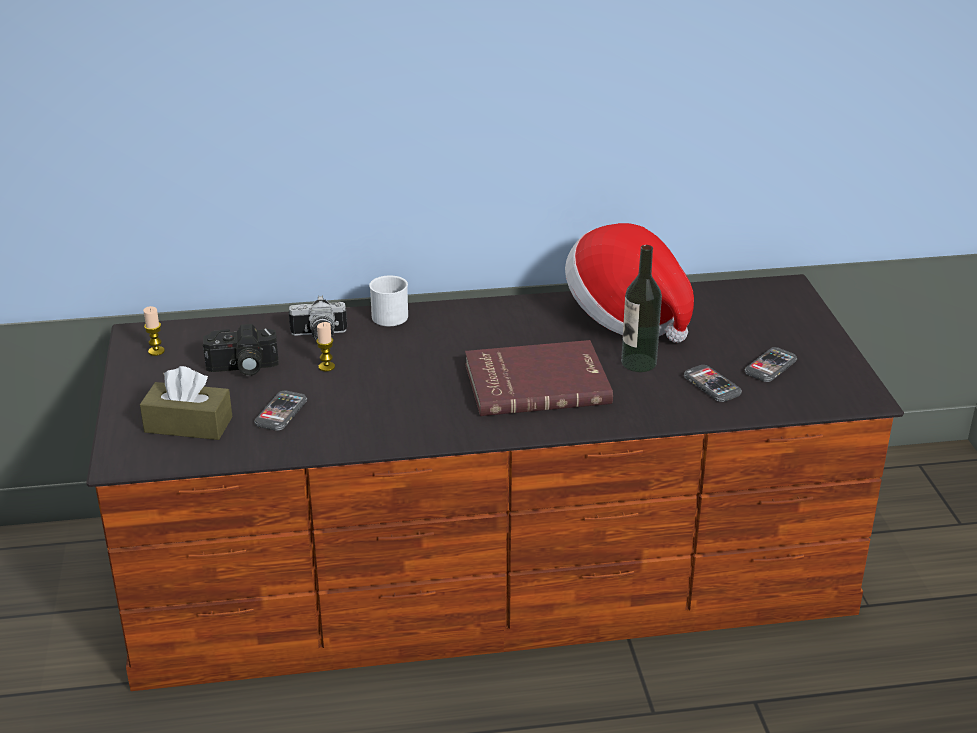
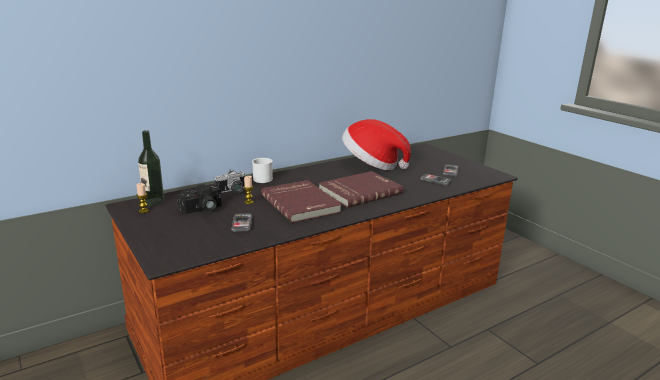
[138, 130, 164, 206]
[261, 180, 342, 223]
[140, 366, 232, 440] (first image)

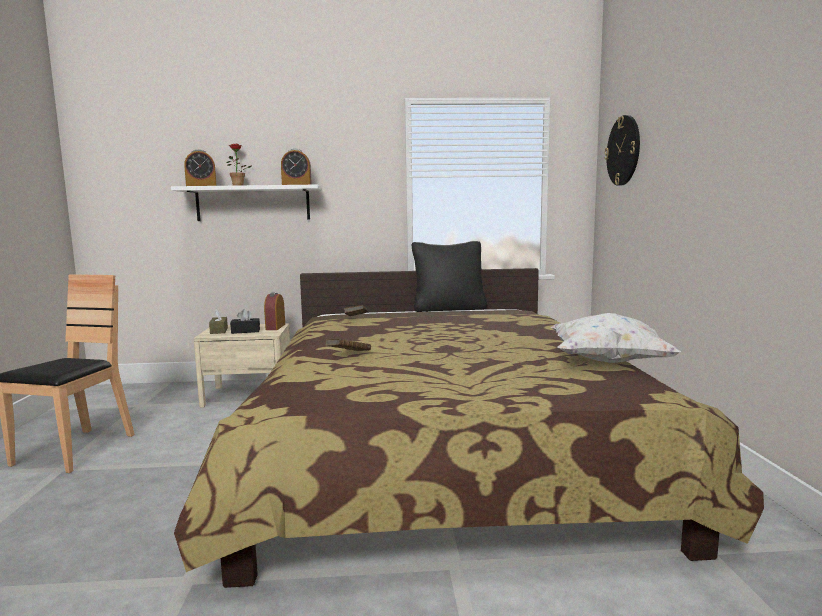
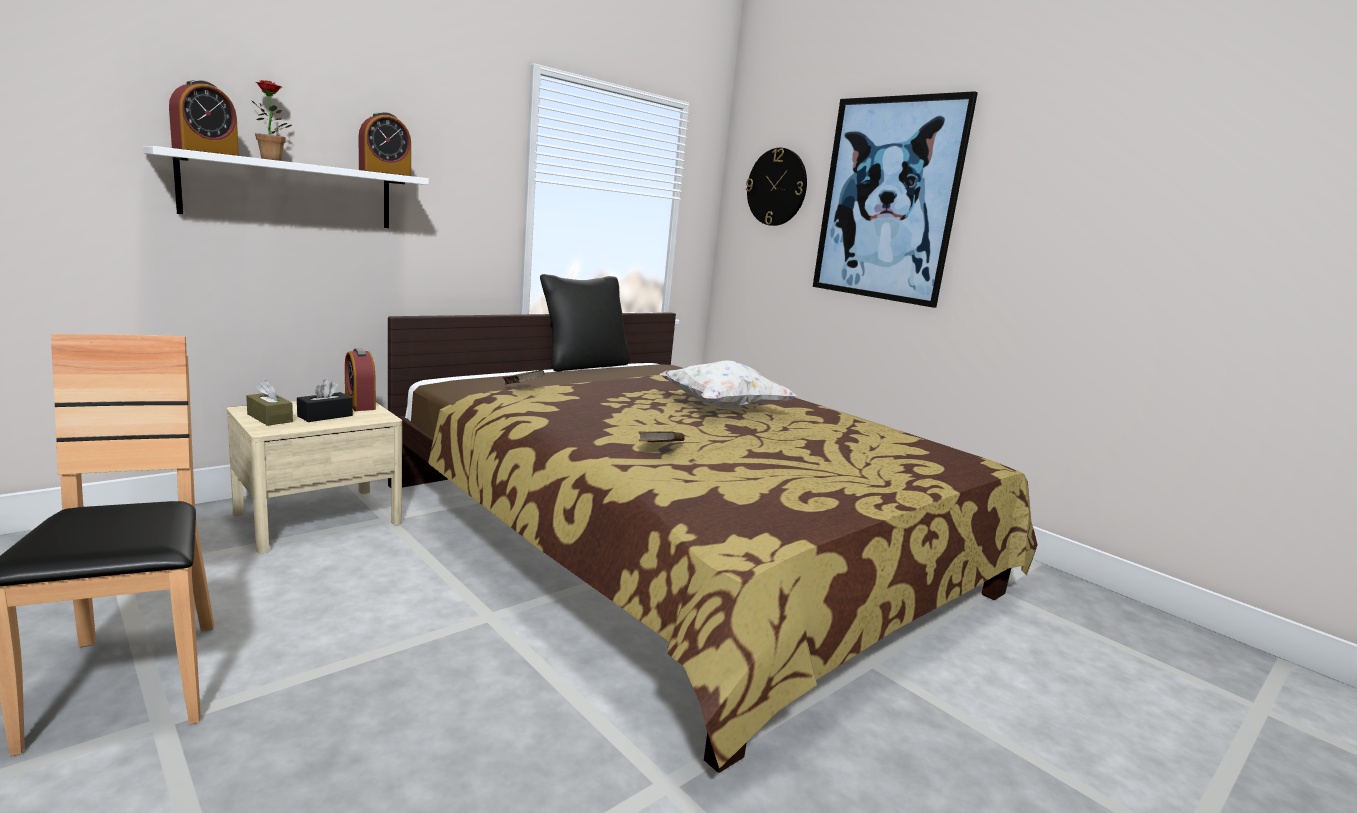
[660, 360, 797, 409]
[813, 91, 978, 308]

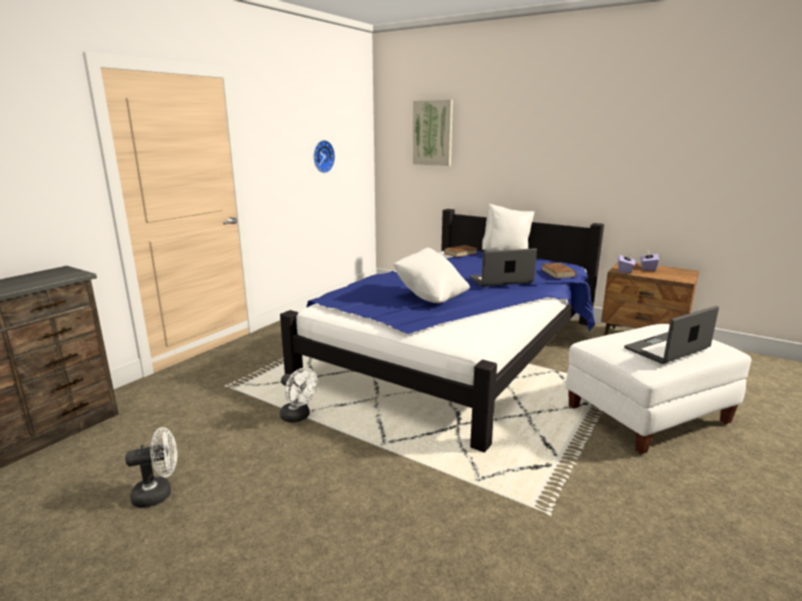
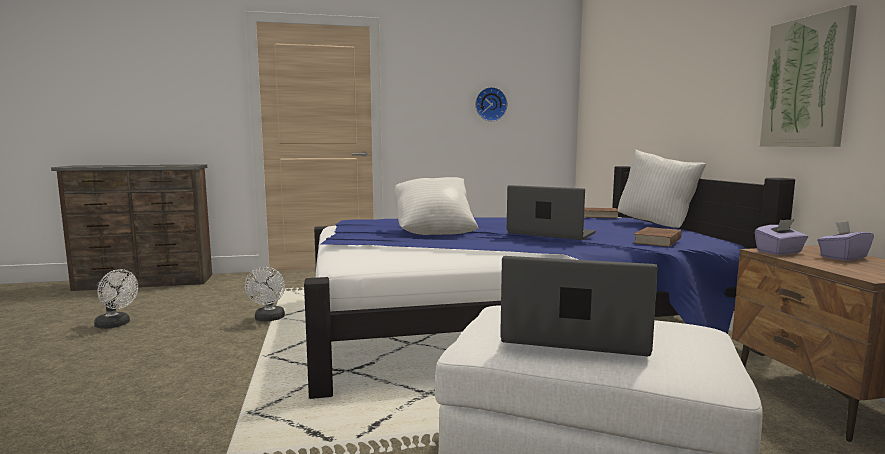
[760, 5, 857, 147]

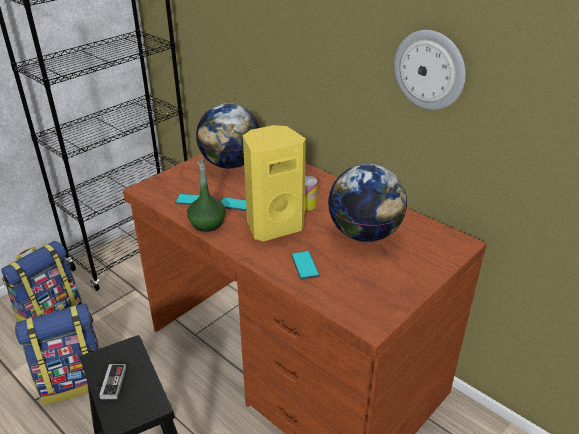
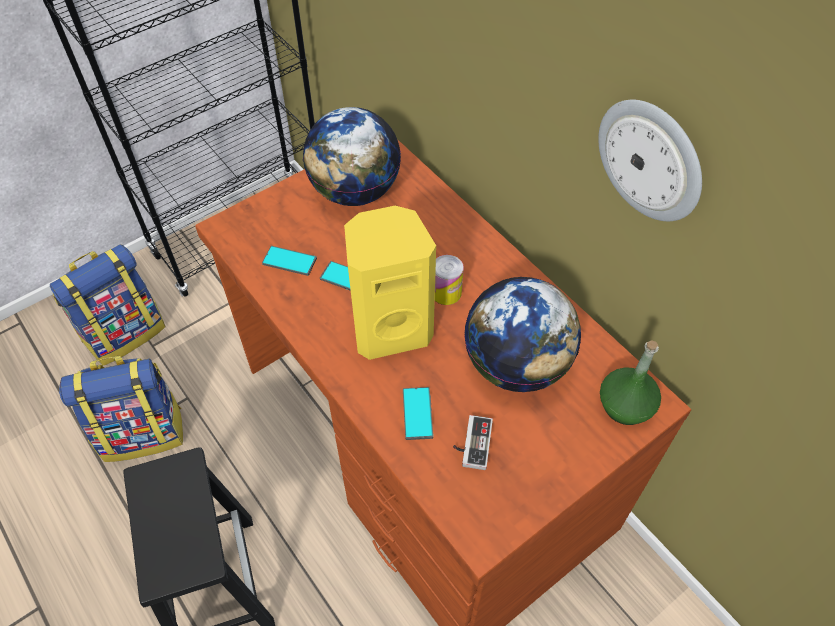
[453, 415, 493, 470]
[600, 340, 661, 425]

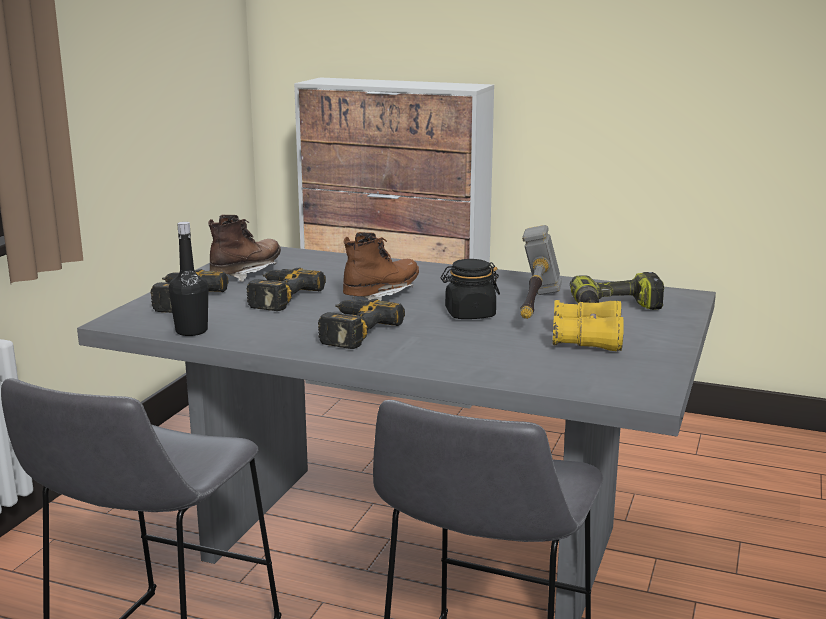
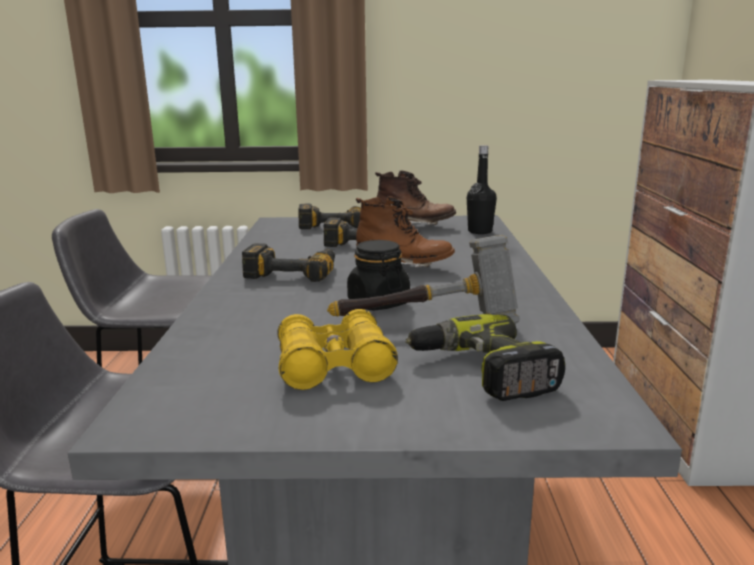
[467, 145, 497, 234]

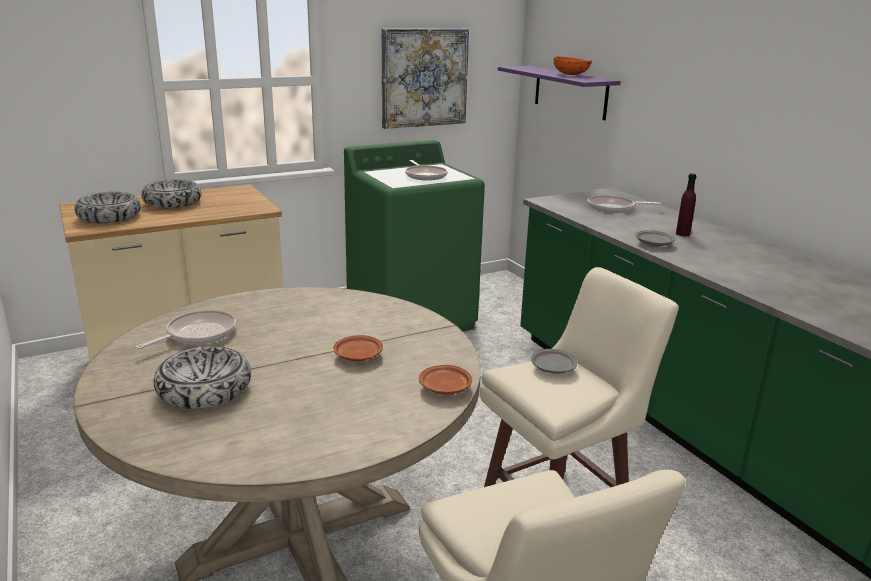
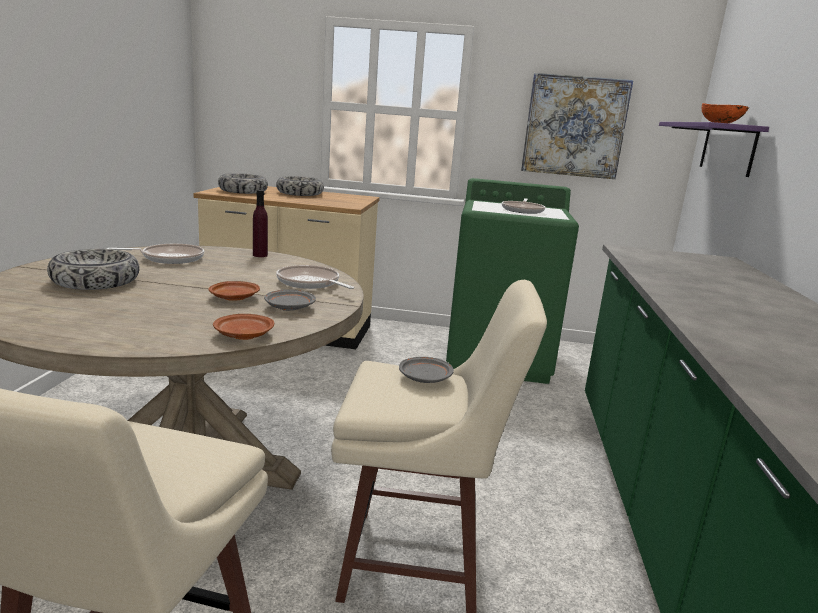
[253, 190, 268, 257]
[264, 289, 316, 311]
[276, 265, 354, 289]

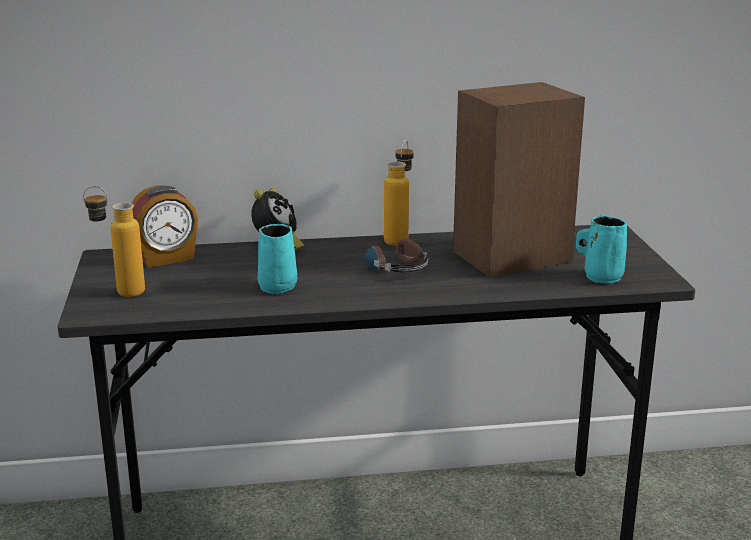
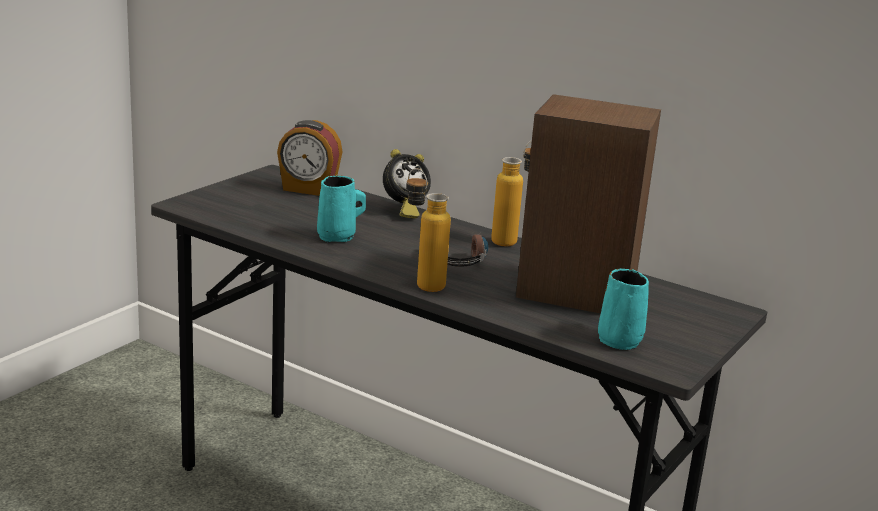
[406, 168, 451, 292]

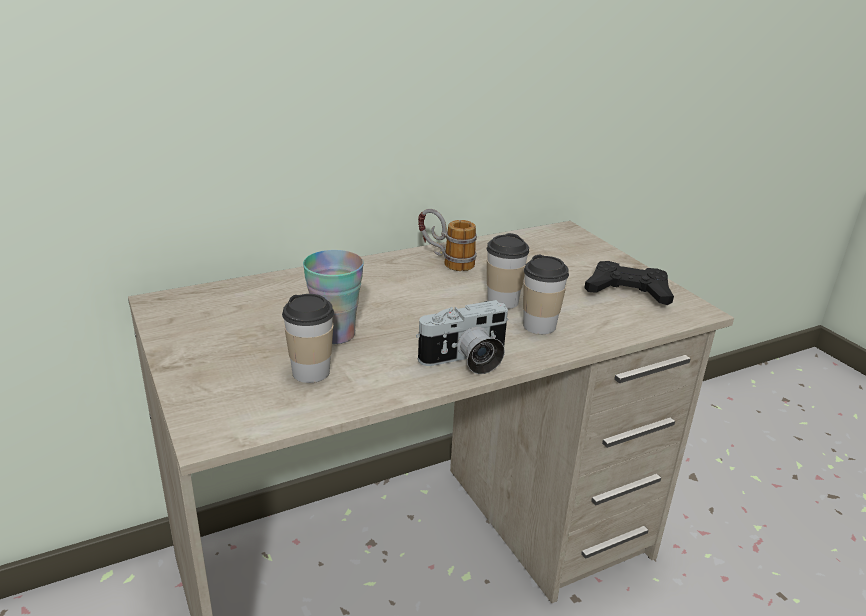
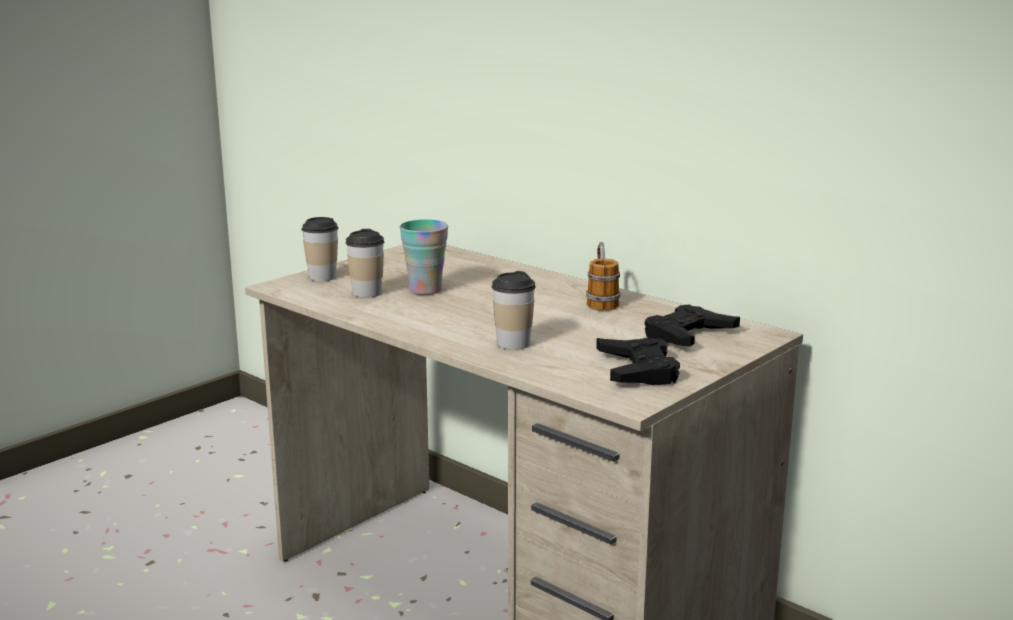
[301, 217, 338, 281]
[645, 304, 740, 347]
[416, 300, 508, 374] (first image)

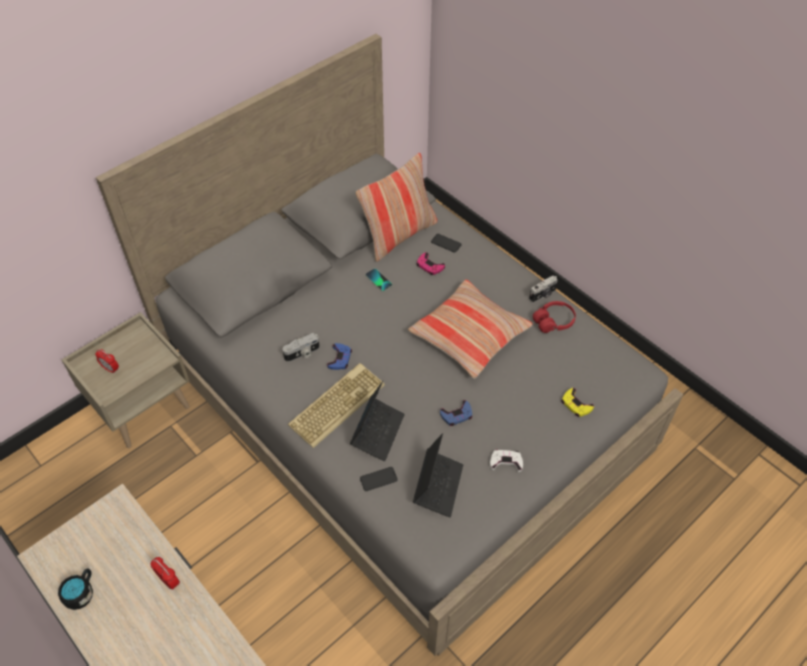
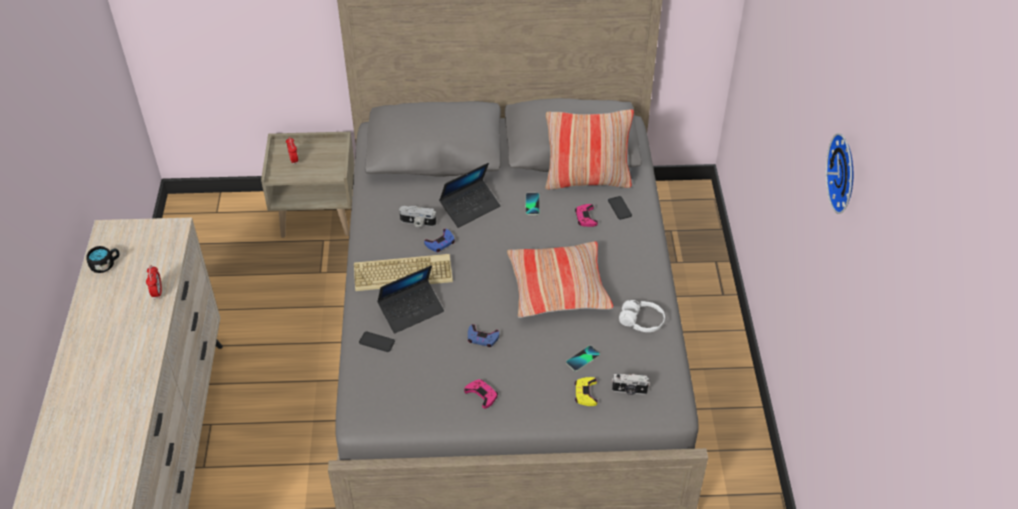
[439, 163, 501, 228]
[464, 379, 498, 409]
[566, 345, 600, 372]
[612, 374, 650, 395]
[619, 300, 665, 332]
[826, 133, 853, 214]

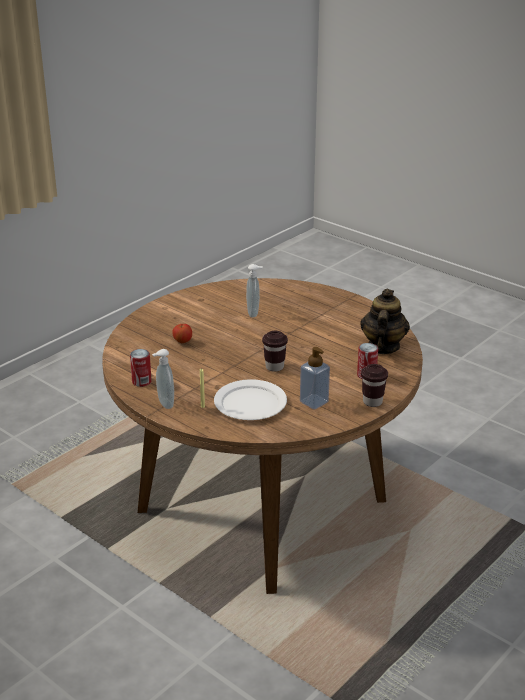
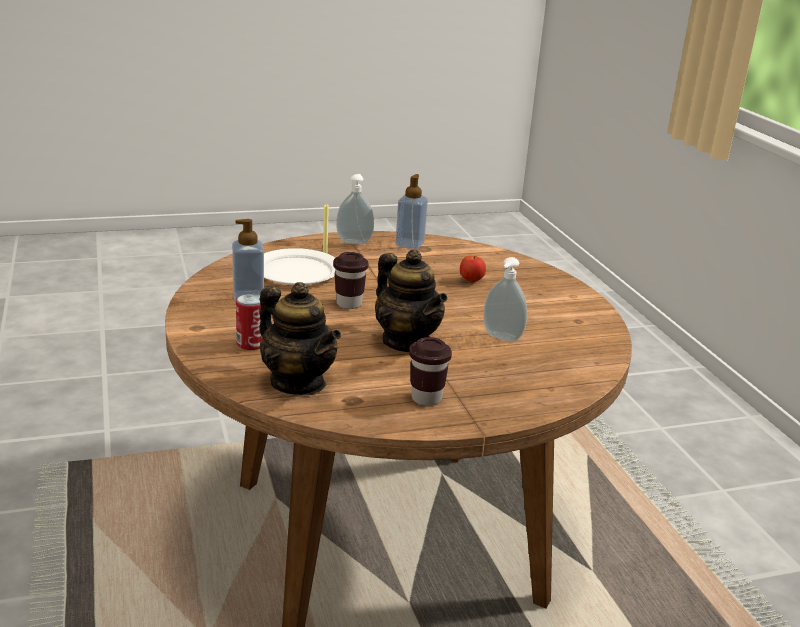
[375, 249, 447, 352]
[395, 174, 428, 249]
[409, 337, 452, 406]

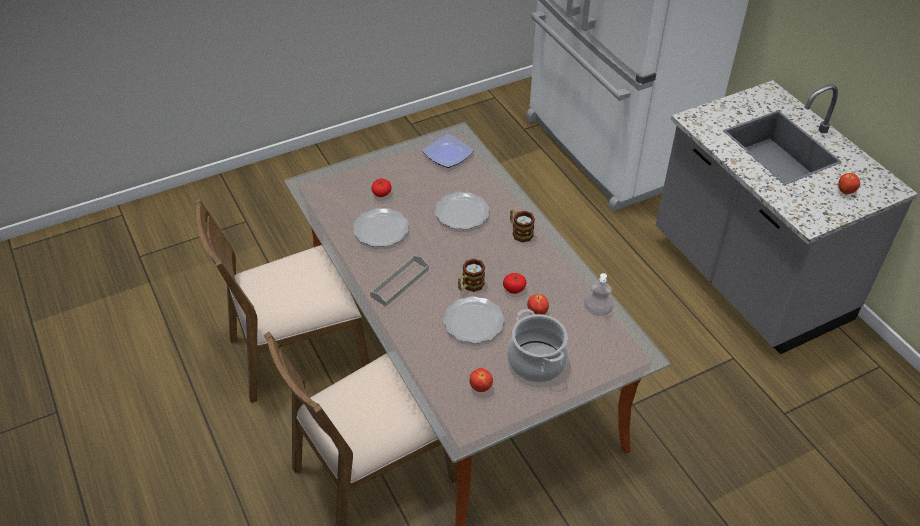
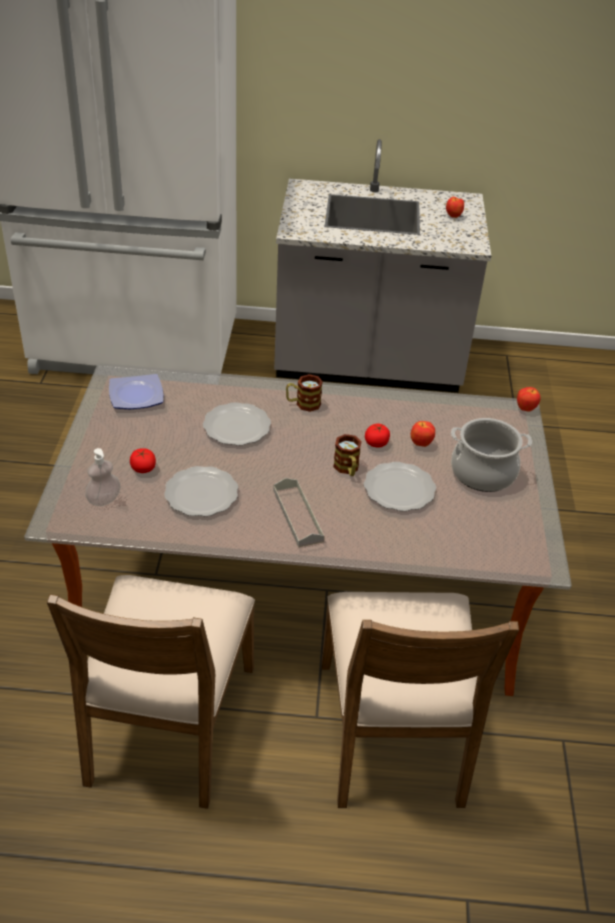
[85, 448, 121, 506]
[517, 387, 540, 411]

